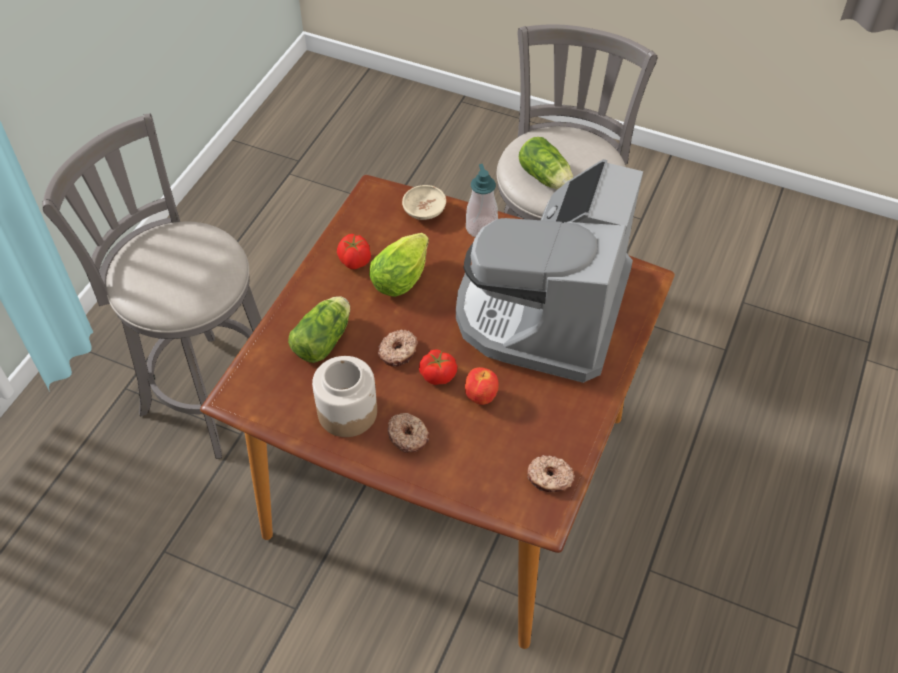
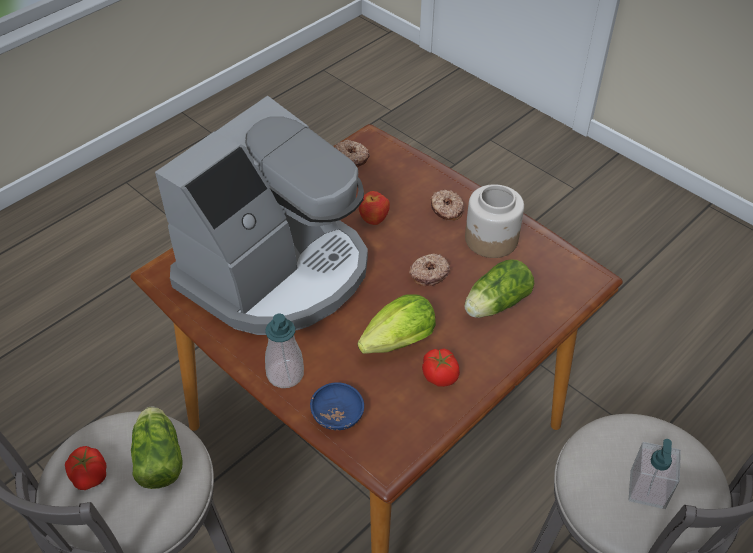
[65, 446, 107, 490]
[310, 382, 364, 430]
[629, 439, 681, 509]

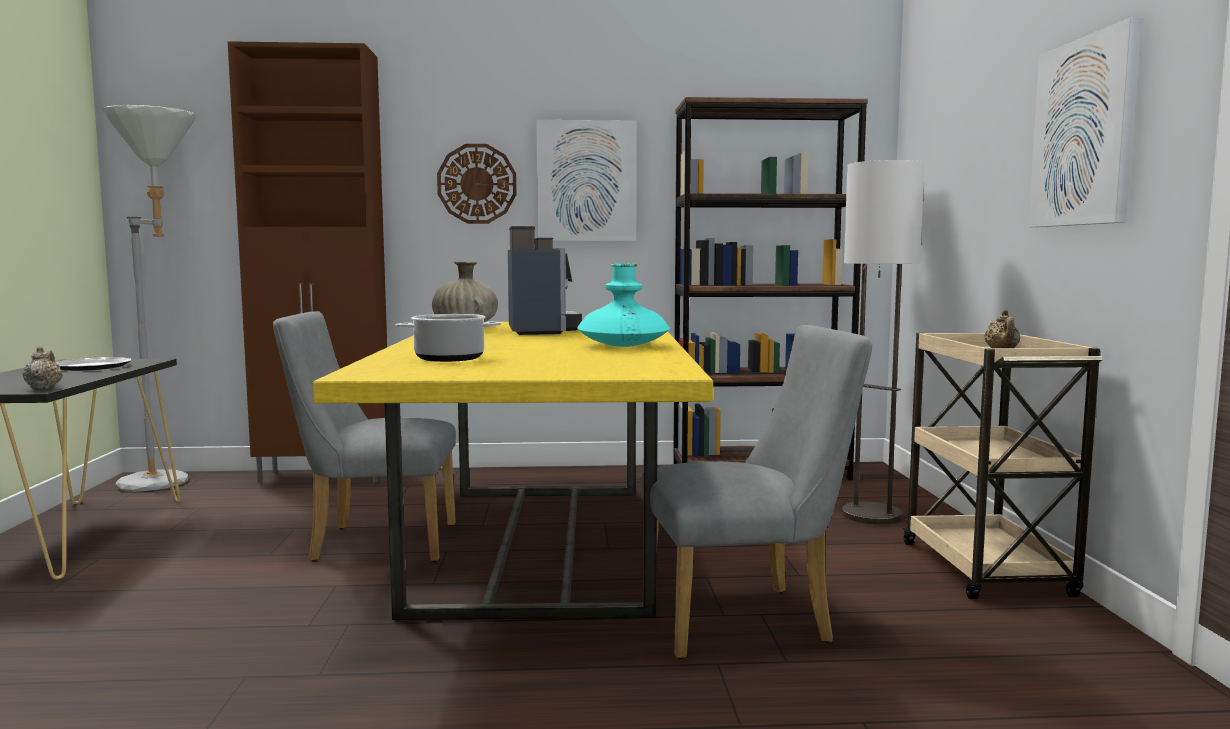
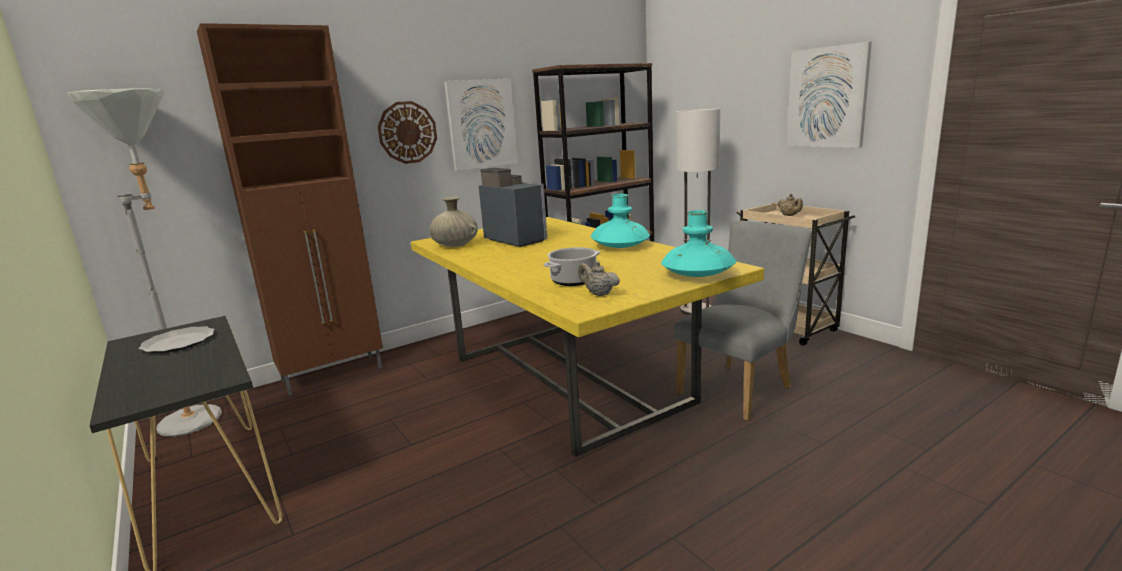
[578, 261, 620, 296]
[661, 210, 736, 277]
[273, 311, 456, 562] (first image)

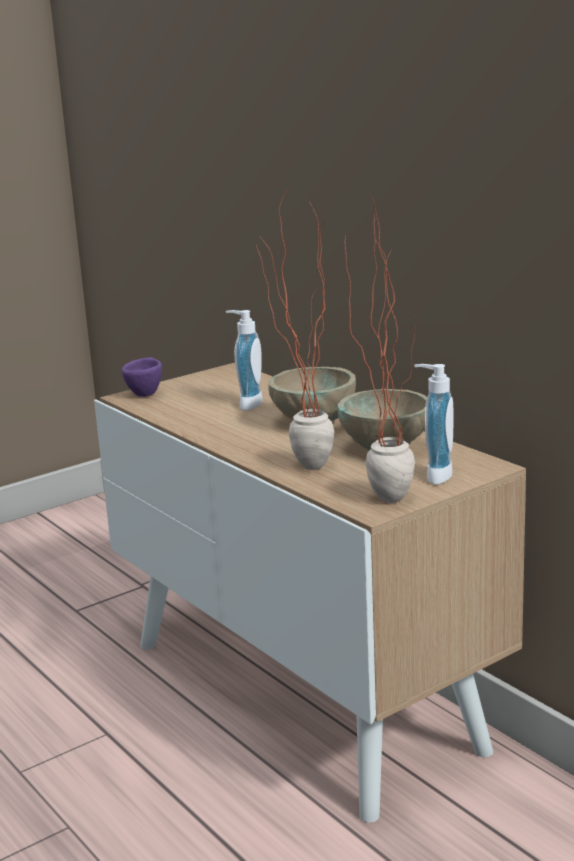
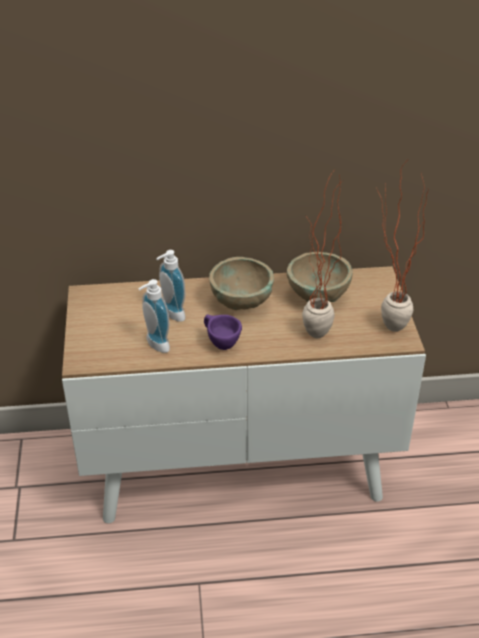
[139, 279, 170, 353]
[204, 314, 242, 350]

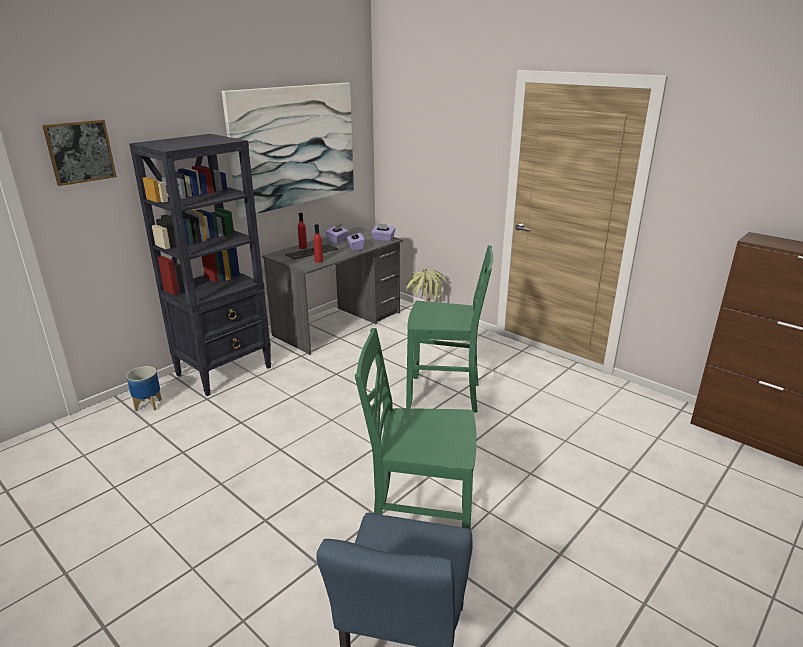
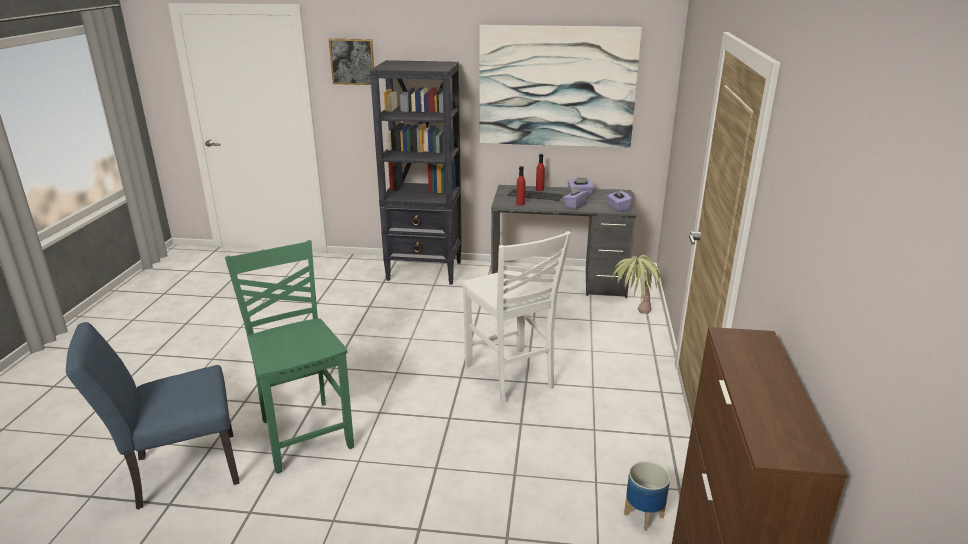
[462, 231, 571, 404]
[624, 461, 670, 531]

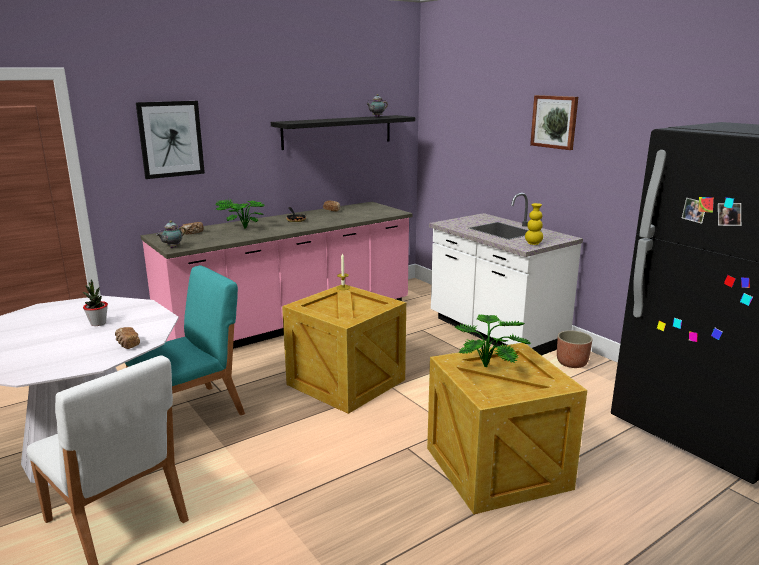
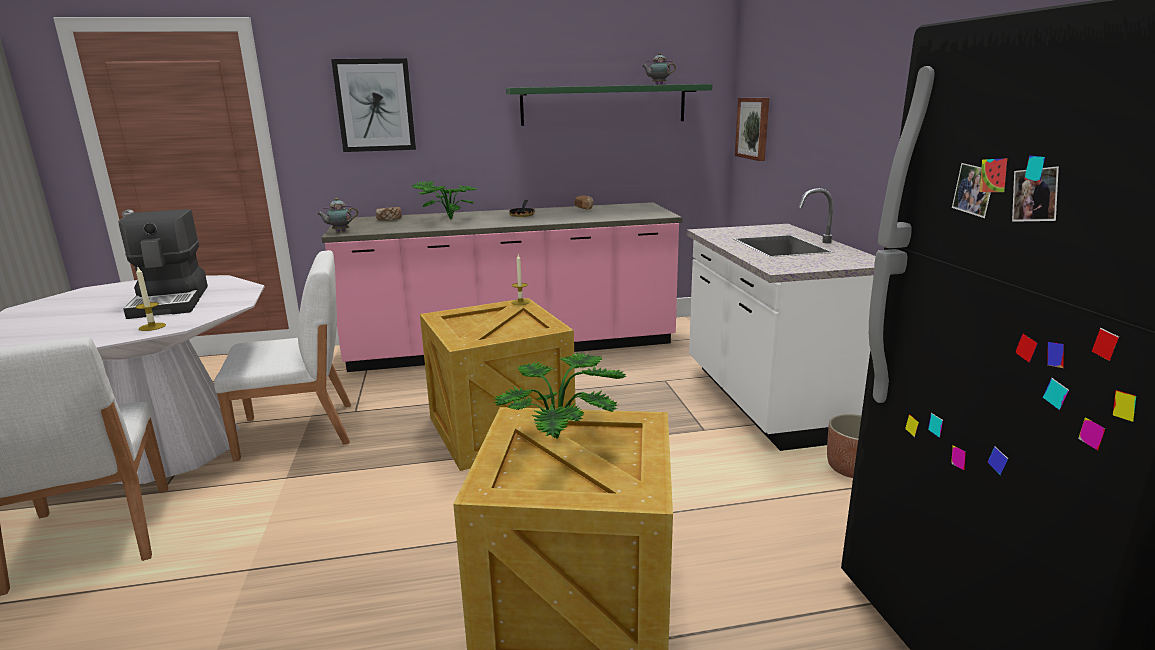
[118, 209, 208, 319]
[135, 267, 166, 331]
[214, 250, 351, 461]
[506, 84, 713, 126]
[735, 98, 769, 161]
[525, 203, 543, 245] (first image)

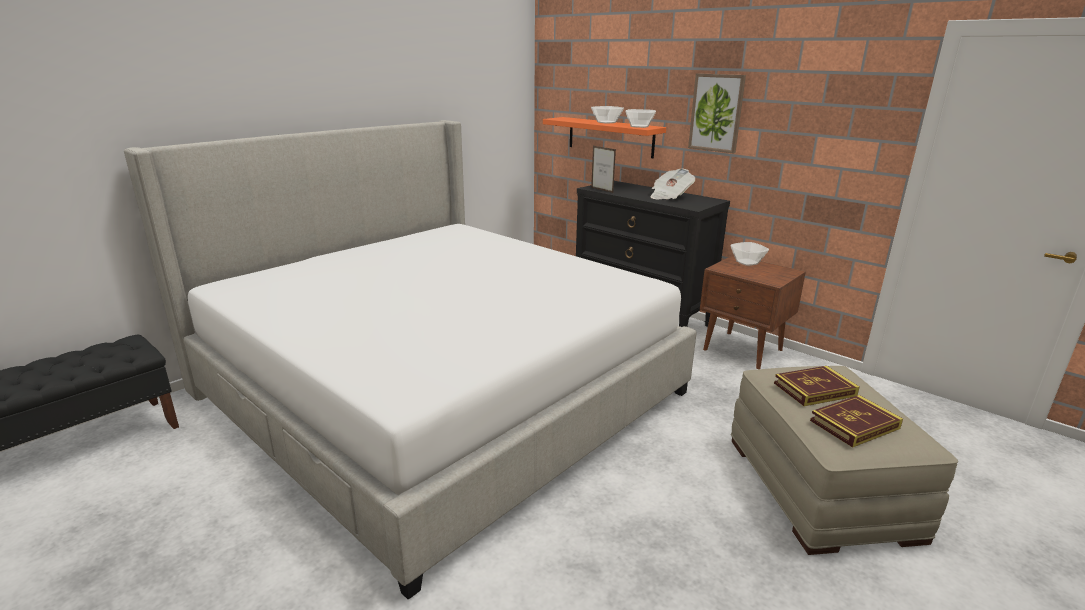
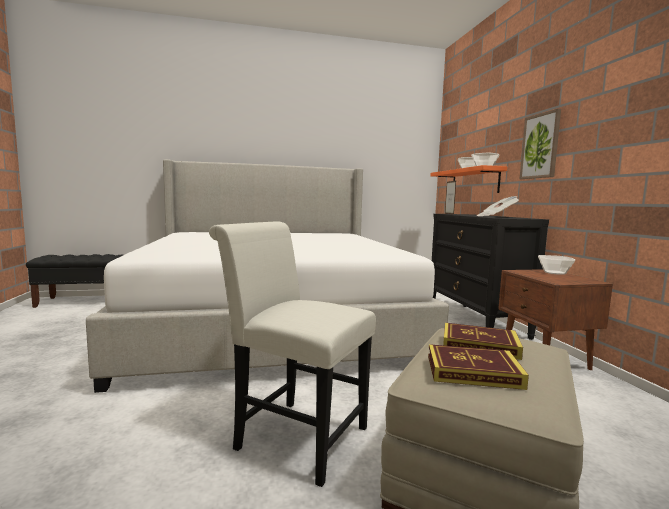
[209, 221, 376, 487]

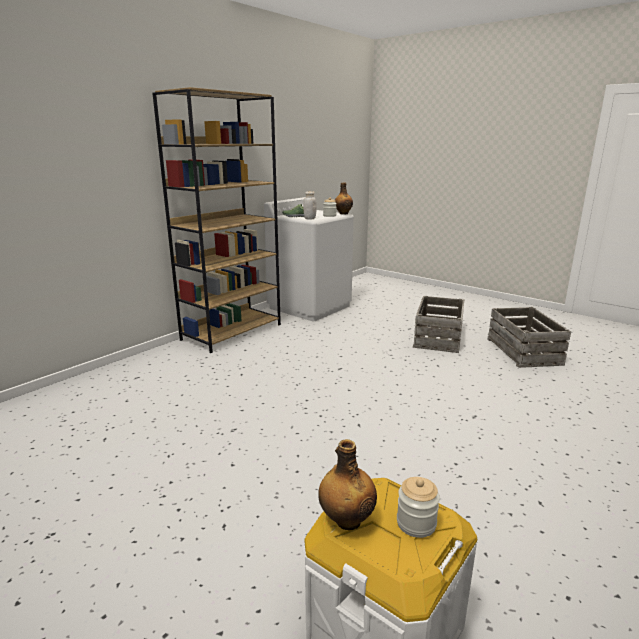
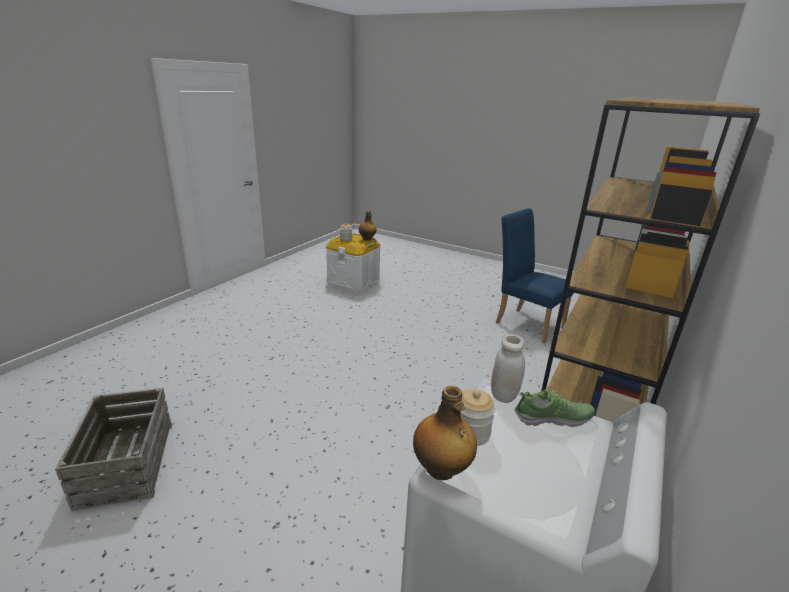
[496, 208, 574, 344]
[413, 296, 464, 353] (first image)

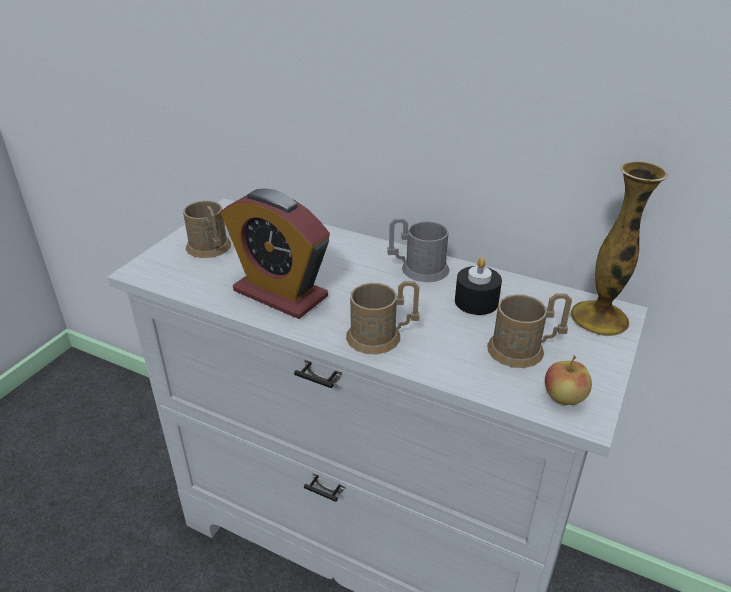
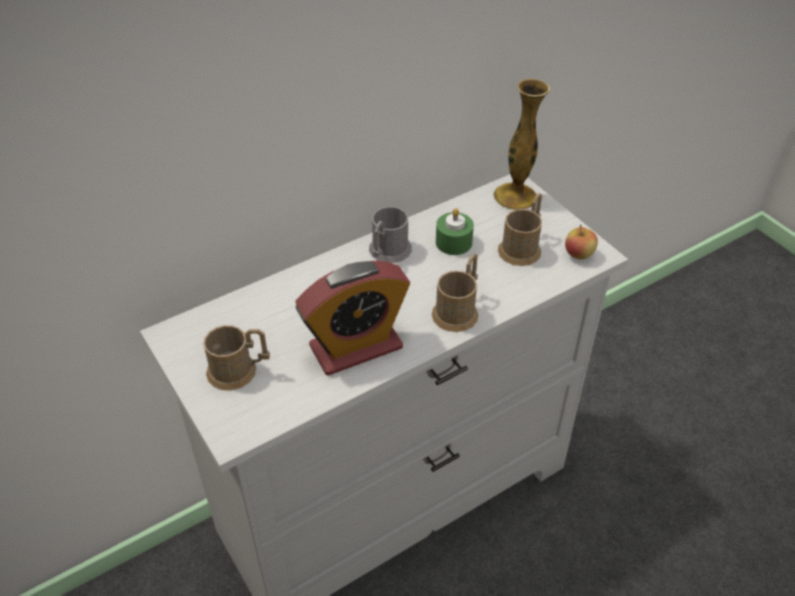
[436, 208, 474, 255]

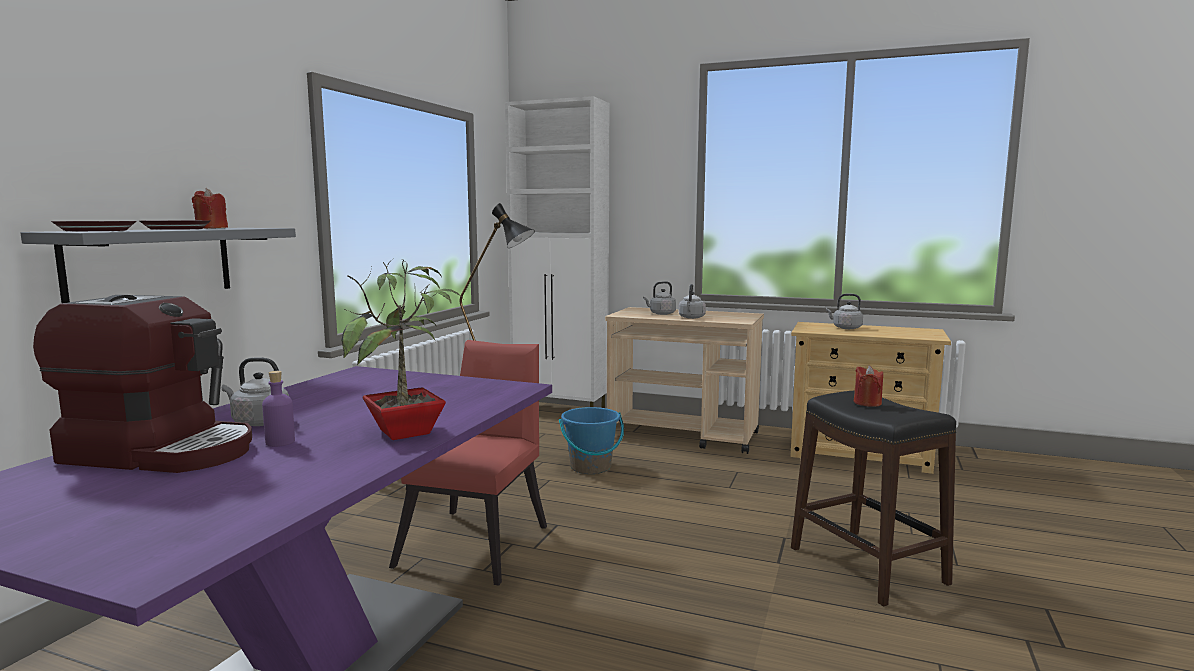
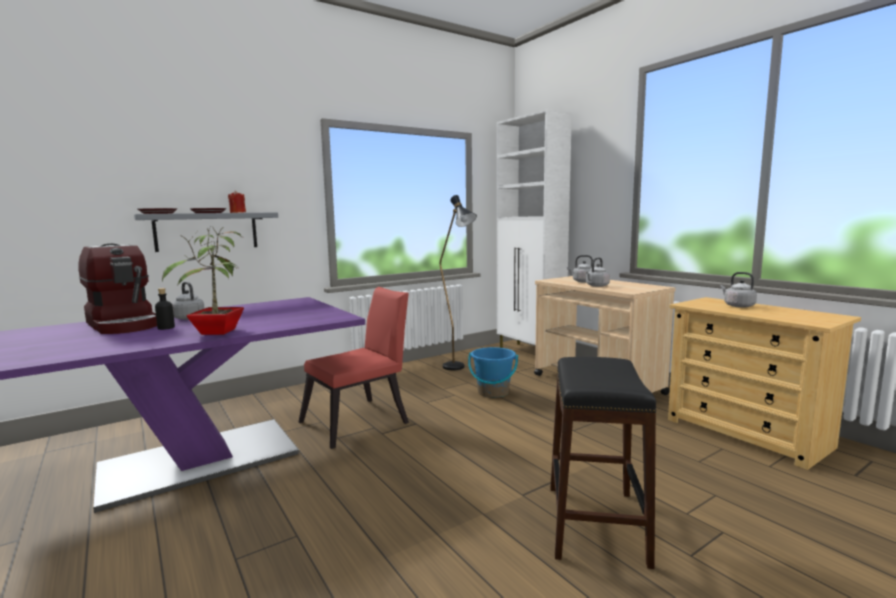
[155, 288, 175, 330]
[854, 365, 883, 407] (first image)

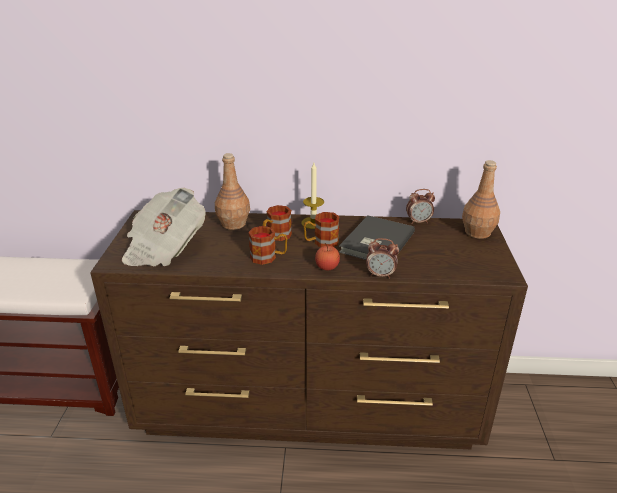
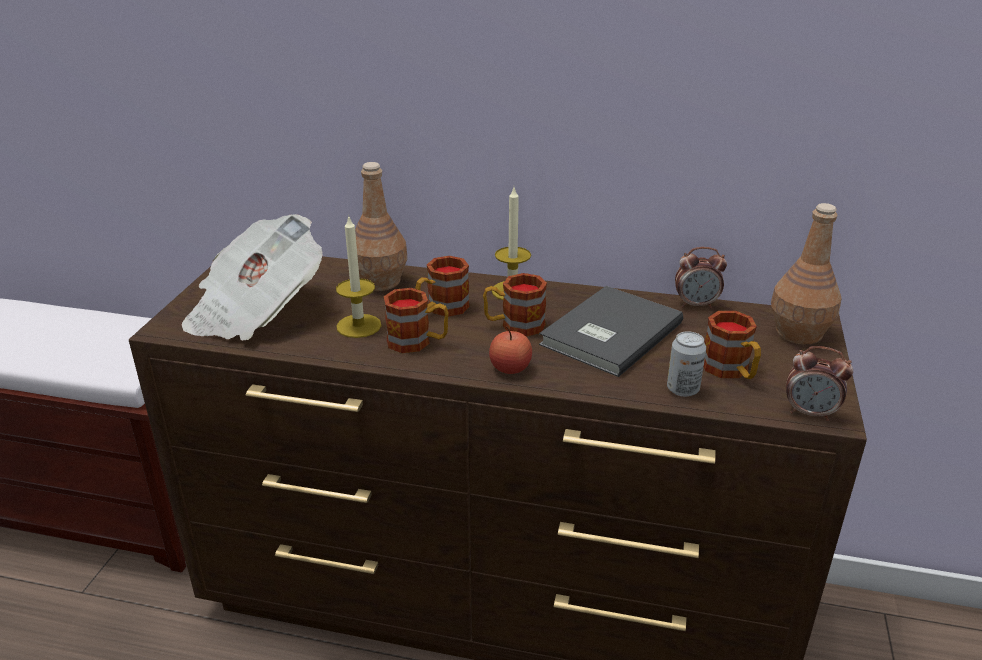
[336, 217, 382, 338]
[667, 331, 706, 397]
[704, 311, 761, 379]
[786, 346, 853, 421]

